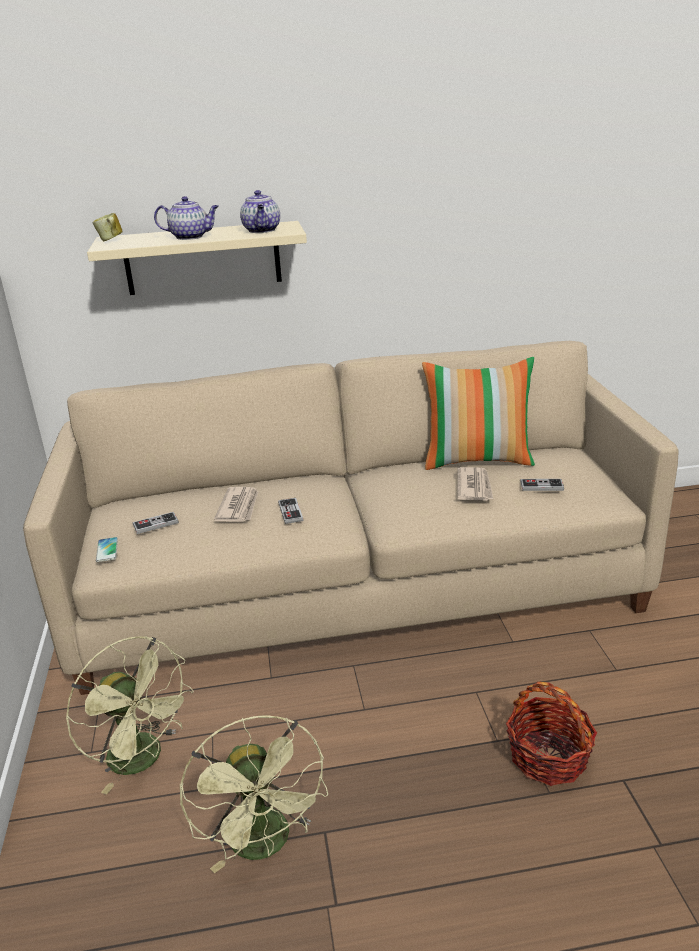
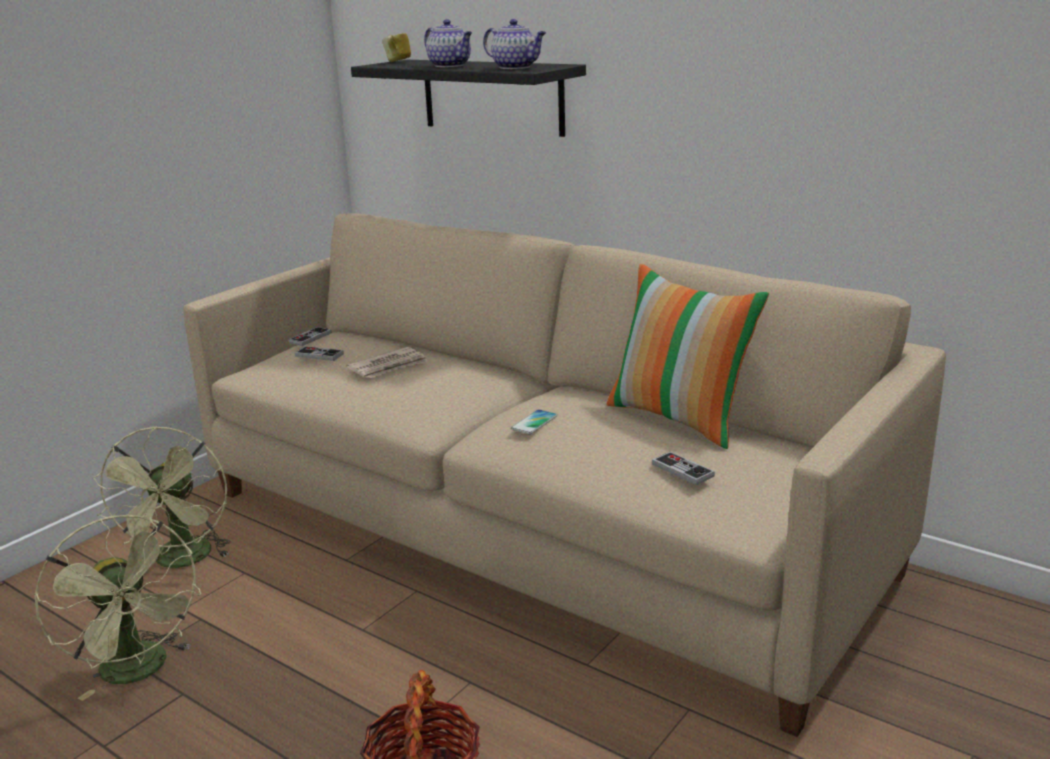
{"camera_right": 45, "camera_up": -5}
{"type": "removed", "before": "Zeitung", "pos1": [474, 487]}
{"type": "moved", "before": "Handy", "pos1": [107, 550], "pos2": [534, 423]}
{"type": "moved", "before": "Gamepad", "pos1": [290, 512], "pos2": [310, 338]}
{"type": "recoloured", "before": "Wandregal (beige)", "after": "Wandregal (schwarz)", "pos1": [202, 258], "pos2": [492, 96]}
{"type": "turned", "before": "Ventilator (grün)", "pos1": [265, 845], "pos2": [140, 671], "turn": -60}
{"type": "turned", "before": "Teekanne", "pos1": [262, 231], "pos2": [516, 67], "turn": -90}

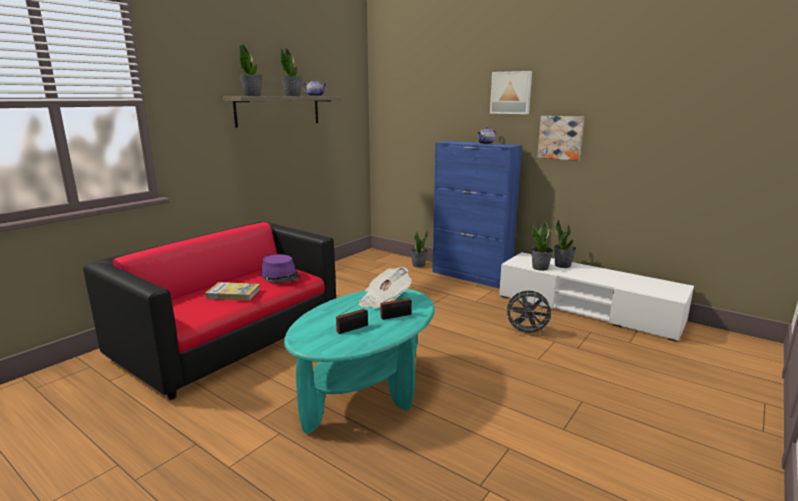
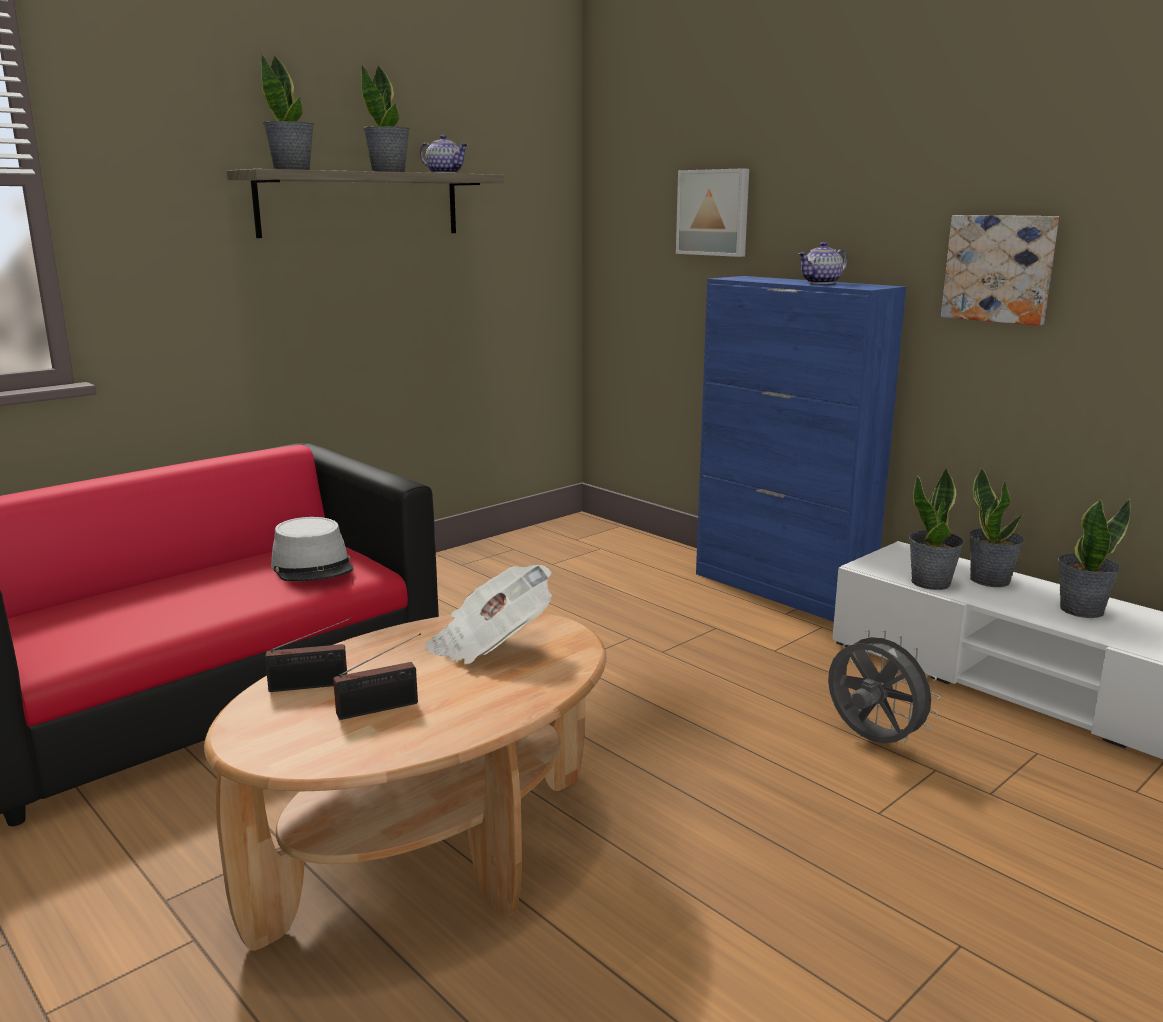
{"camera_right": 10, "camera_up": 0}
{"type": "removed", "before": "Buch", "pos1": [233, 294]}
{"type": "moved", "before": "Radio", "pos1": [398, 316], "pos2": [313, 685]}
{"type": "moved", "before": "Topfpflanze", "pos1": [418, 265], "pos2": [1080, 609]}
{"type": "moved", "before": "Bild", "pos1": [511, 92], "pos2": [714, 212]}
{"type": "recoloured", "before": "Hut (lila)", "after": "Hut (grau)", "pos1": [281, 276], "pos2": [313, 566]}
{"type": "recoloured", "before": "Couchtisch (türkis)", "after": "Couchtisch (braun)", "pos1": [366, 391], "pos2": [432, 854]}
{"type": "turned", "before": "Ventilator (grau)", "pos1": [527, 333], "pos2": [872, 741], "turn": -150}

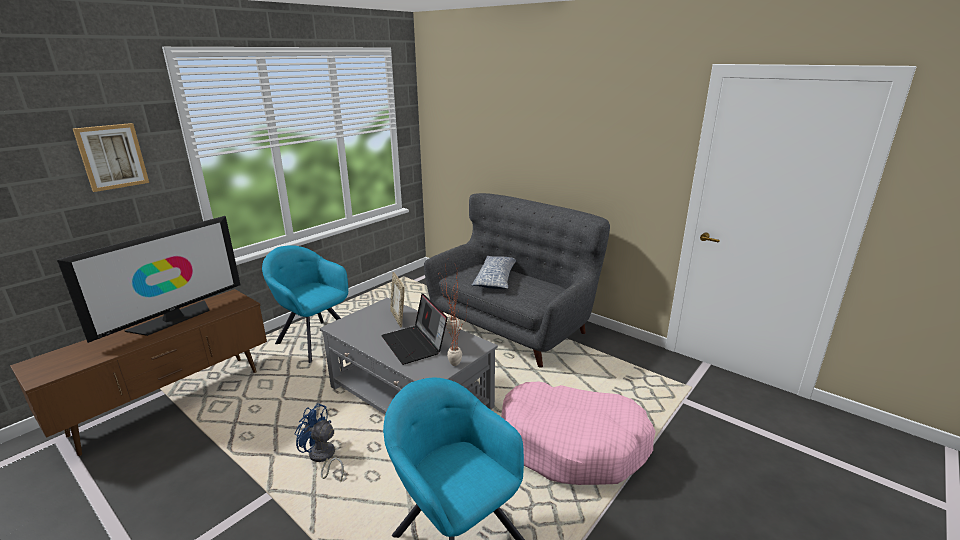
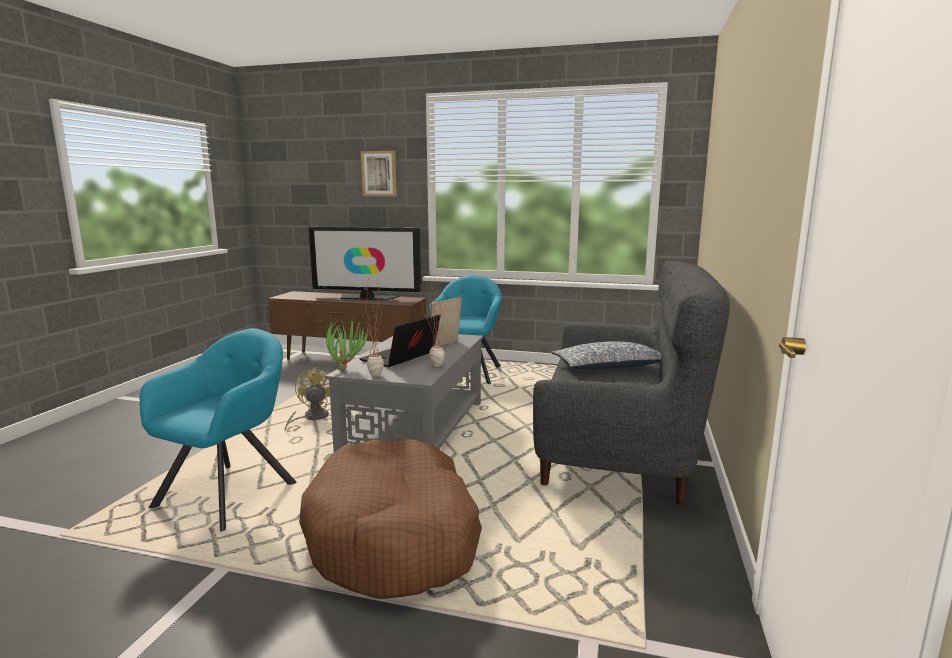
{"camera_right": 65, "camera_up": -10}
{"type": "added", "after": "Topfpflanze", "pos2": [346, 369]}
{"type": "recoloured", "before": "Ventilator (blau)", "after": "Ventilator (gelb)", "pos1": [322, 458], "pos2": [311, 418]}
{"type": "recoloured", "before": "Hundebett (rosa)", "after": "Hundebett (braun)", "pos1": [573, 444], "pos2": [394, 536]}

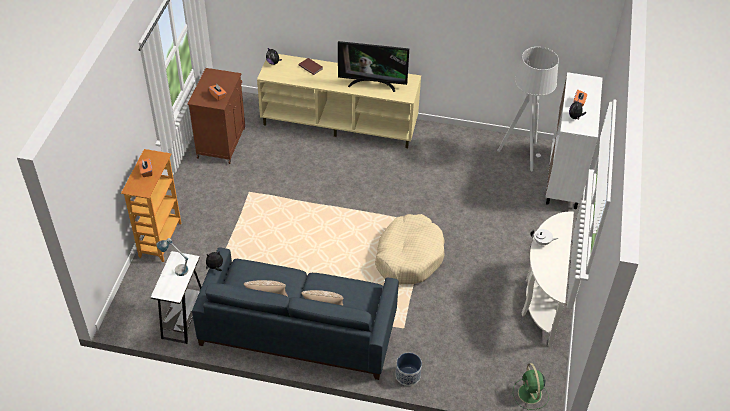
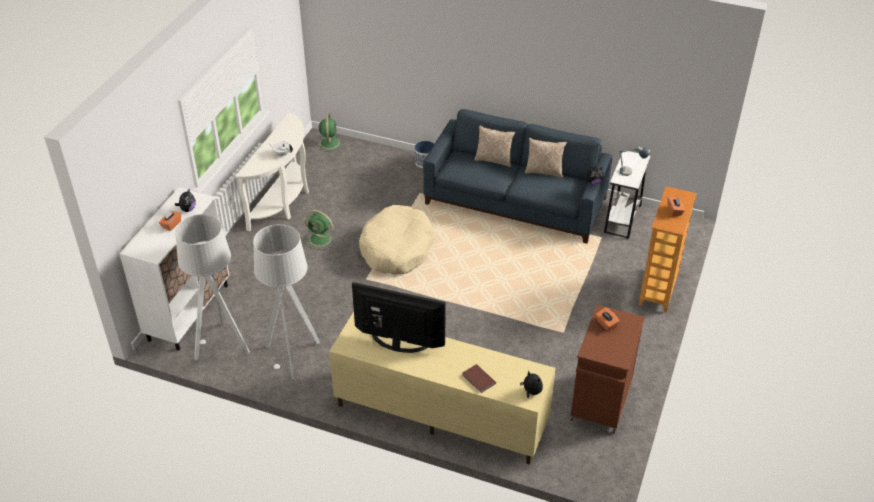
{"camera_right": -170, "camera_up": -5}
{"type": "added", "after": "Stehlampe (grau)", "pos2": [292, 355]}
{"type": "added", "after": "Ventilator (grün)", "pos2": [321, 239]}

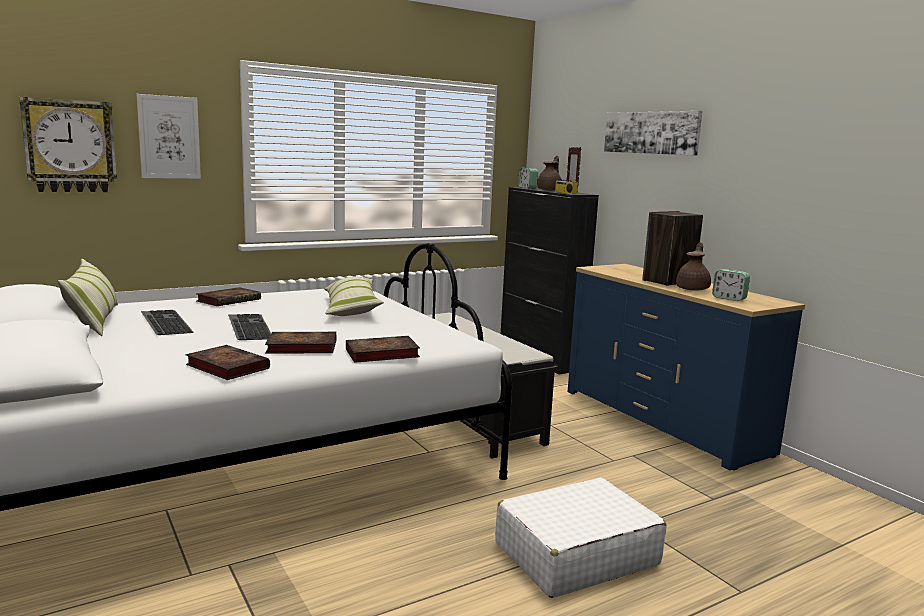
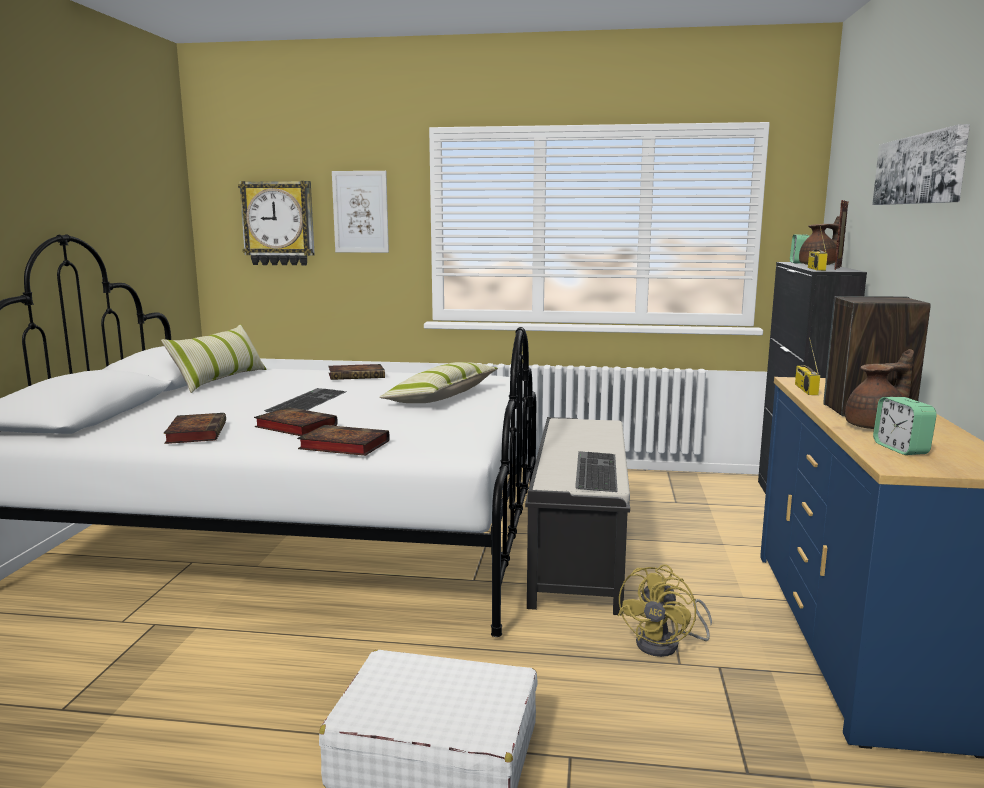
{"camera_right": 40, "camera_up": 0}
{"type": "added", "after": "Ventilator (gelb)", "pos2": [666, 644]}
{"type": "added", "after": "Radio", "pos2": [805, 389]}
{"type": "moved", "before": "Tastatur", "pos1": [164, 322], "pos2": [594, 470]}

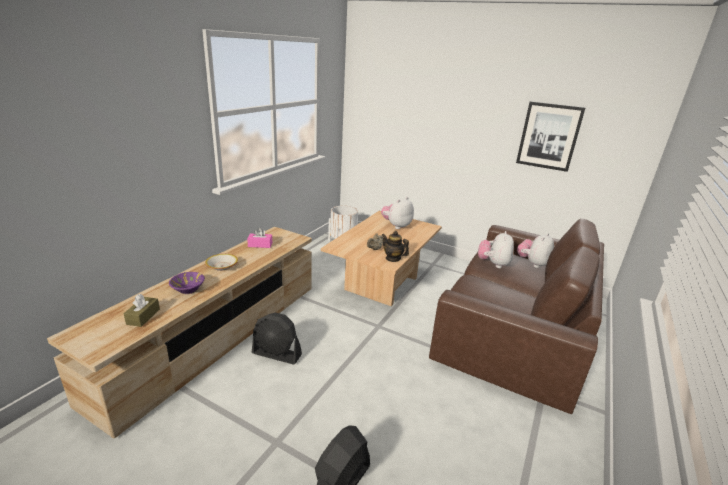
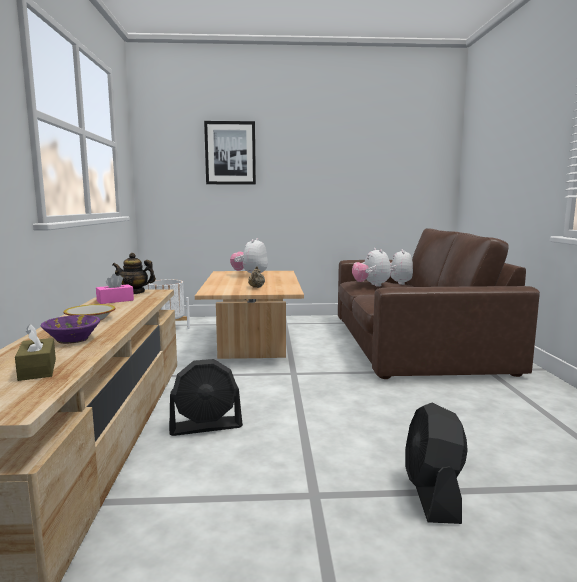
{"camera_right": -30, "camera_up": -15}
{"type": "moved", "before": "Teekanne", "pos1": [393, 258], "pos2": [134, 292]}
{"type": "moved", "before": "Bild", "pos1": [549, 136], "pos2": [230, 153]}

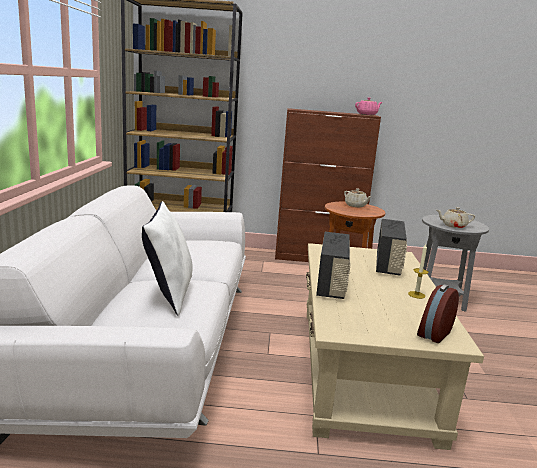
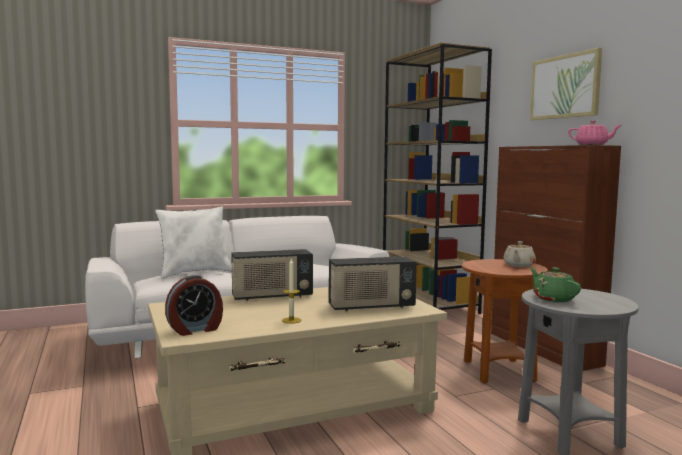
{"camera_right": 65, "camera_up": -10}
{"type": "added", "after": "Bild", "pos2": [565, 87]}
{"type": "recoloured", "before": "Teekanne (beige)", "after": "Teekanne (grün)", "pos1": [453, 226], "pos2": [553, 299]}
{"type": "turned", "before": "Wecker", "pos1": [433, 333], "pos2": [195, 329], "turn": 135}

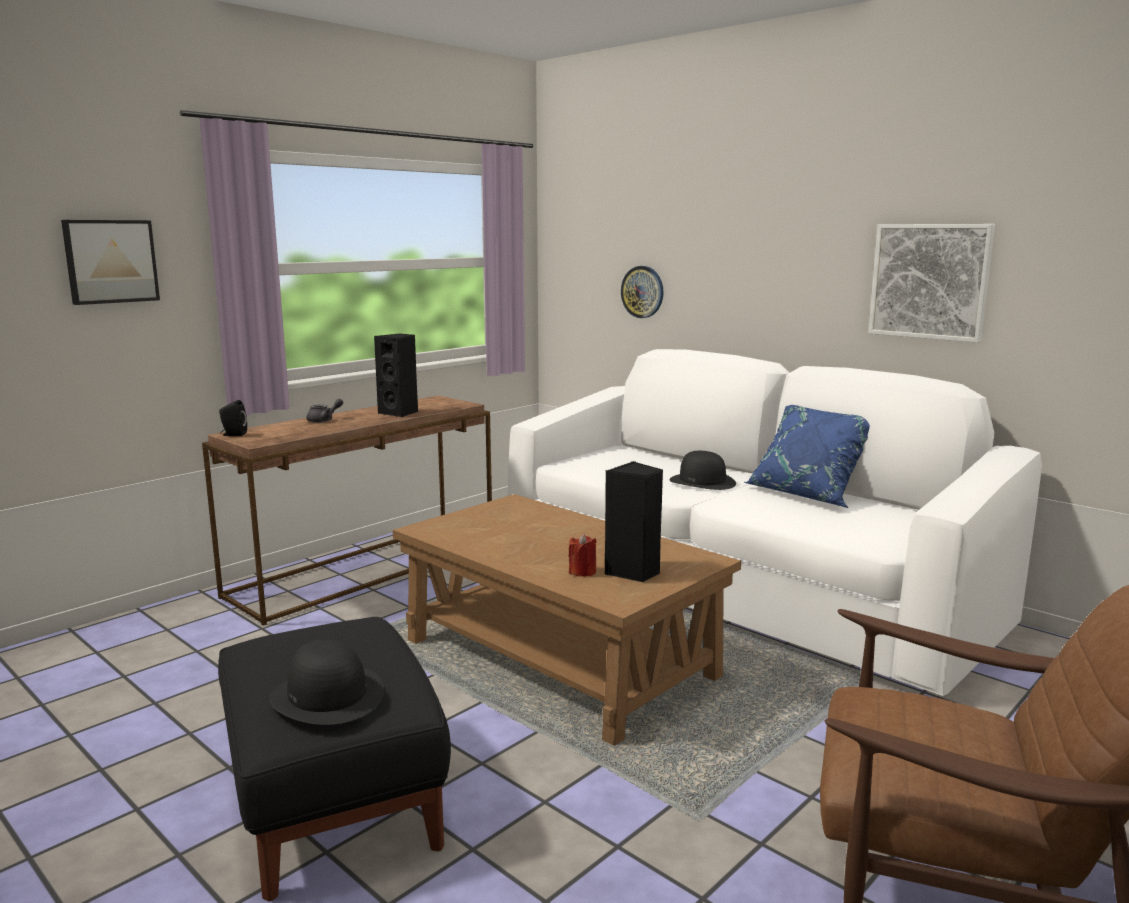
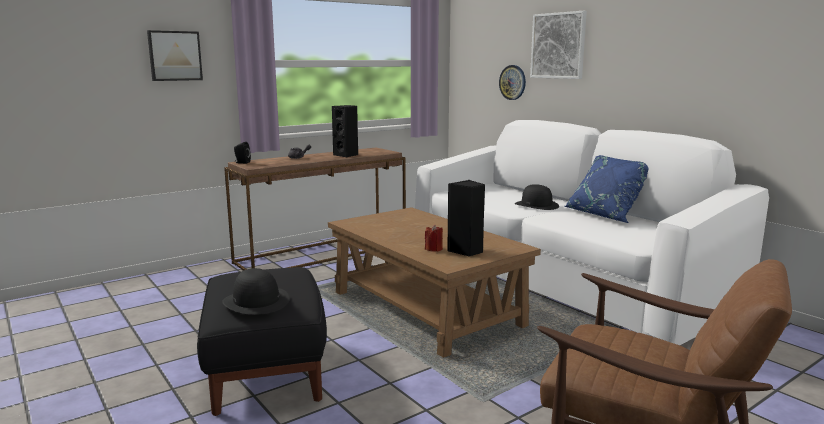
{"camera_right": 10, "camera_up": 0}
{"type": "moved", "before": "Bild", "pos1": [929, 281], "pos2": [558, 45]}

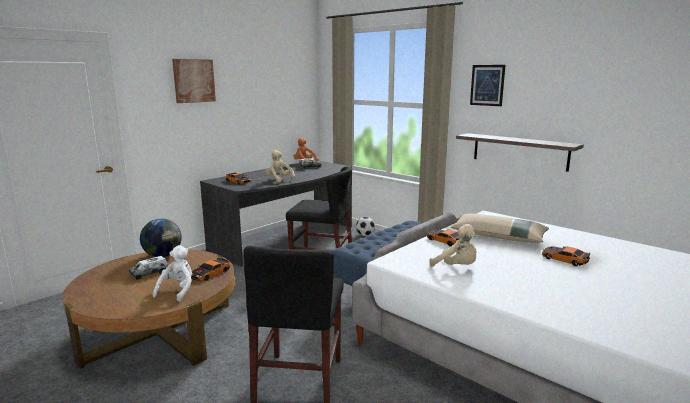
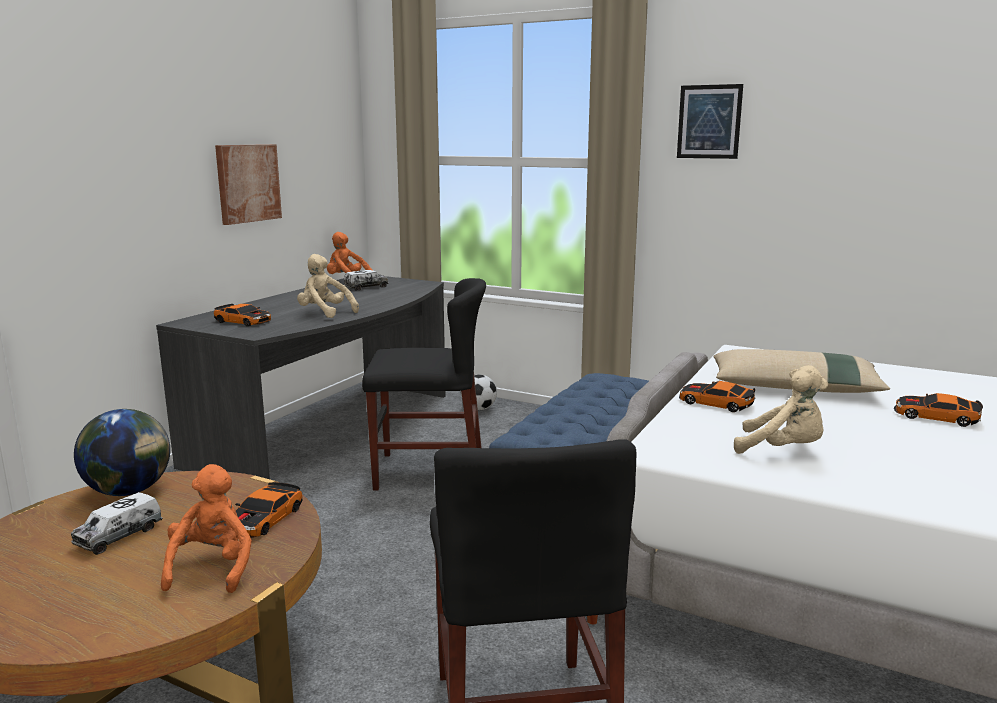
{"camera_right": -15, "camera_up": 0}
{"type": "removed", "before": "Wandregal", "pos1": [519, 151]}
{"type": "moved", "before": "Bild", "pos1": [194, 81], "pos2": [247, 183]}
{"type": "recoloured", "before": "Plüschtier (weiß)", "after": "Plüschtier (orange)", "pos1": [178, 291], "pos2": [212, 567]}

